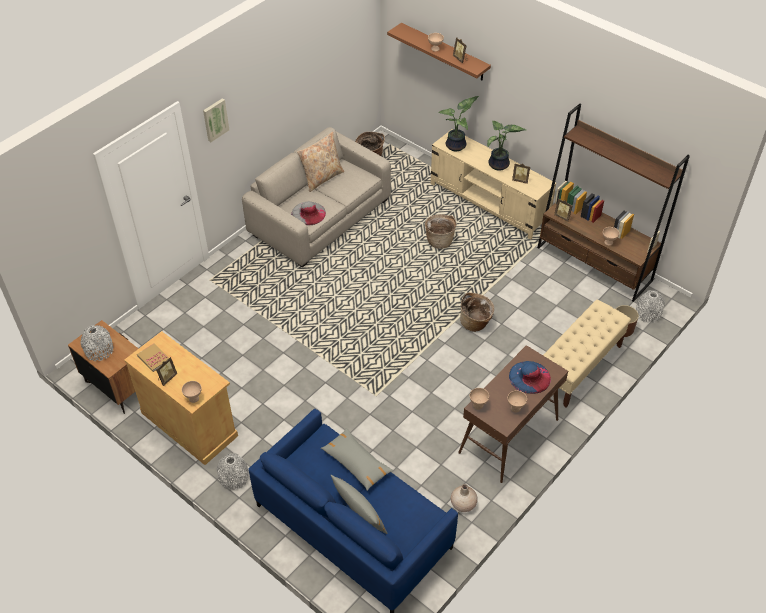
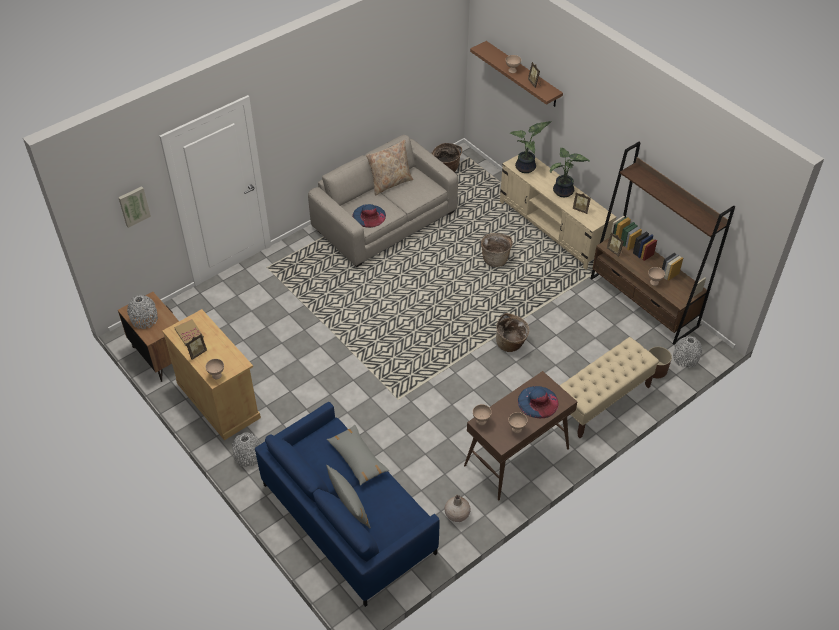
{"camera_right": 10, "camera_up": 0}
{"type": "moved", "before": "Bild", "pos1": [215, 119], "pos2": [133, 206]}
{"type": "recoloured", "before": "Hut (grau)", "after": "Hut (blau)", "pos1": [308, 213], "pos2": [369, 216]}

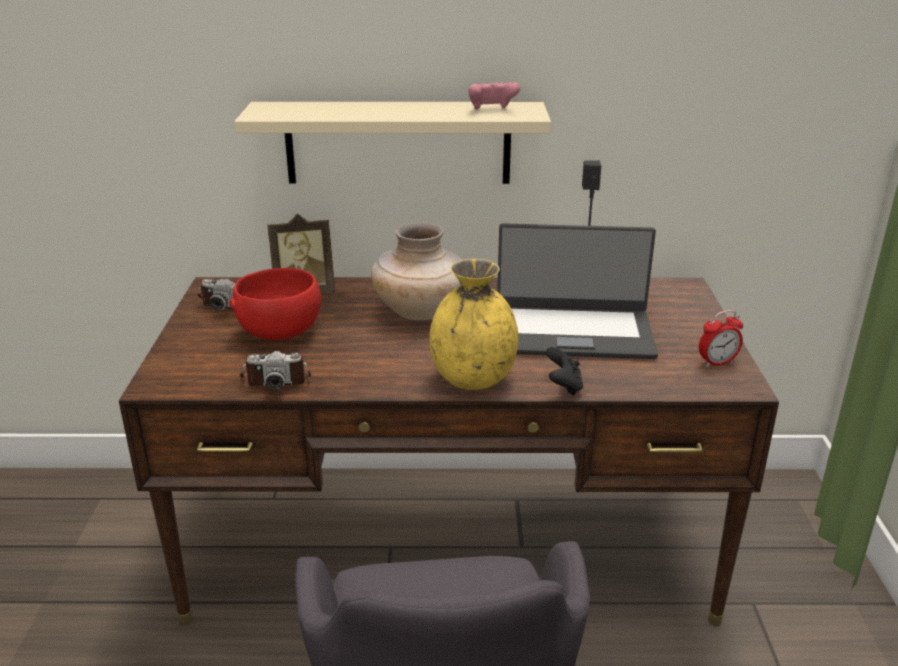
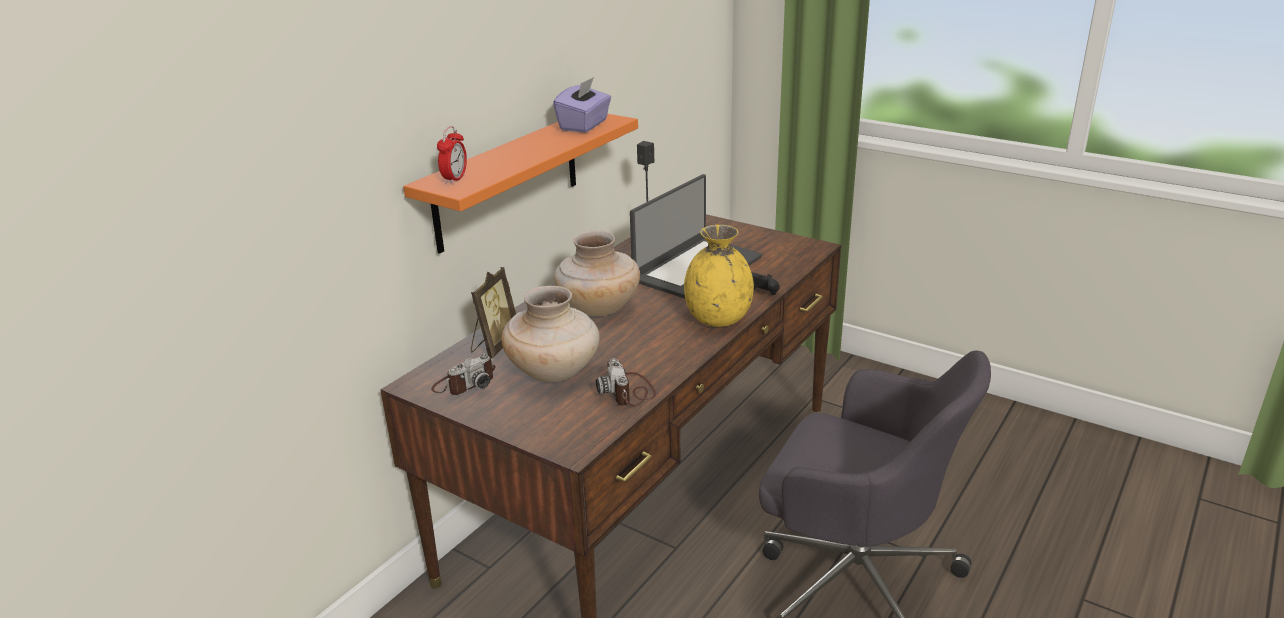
{"camera_right": -55, "camera_up": 0}
{"type": "moved", "before": "Wecker", "pos1": [717, 363], "pos2": [455, 179]}
{"type": "replaced", "before": "Schüssel (rot)", "after": "Vase (beige)", "pos1": [281, 332], "pos2": [554, 372]}
{"type": "replaced", "before": "Gamepad (rosa)", "after": "Taschentuchbox (lila)", "pos1": [491, 110], "pos2": [584, 125]}
{"type": "recoloured", "before": "Wandregal (beige)", "after": "Wandregal (orange)", "pos1": [398, 143], "pos2": [507, 180]}
{"type": "turned", "before": "Kamera", "pos1": [276, 378], "pos2": [629, 392], "turn": 135}

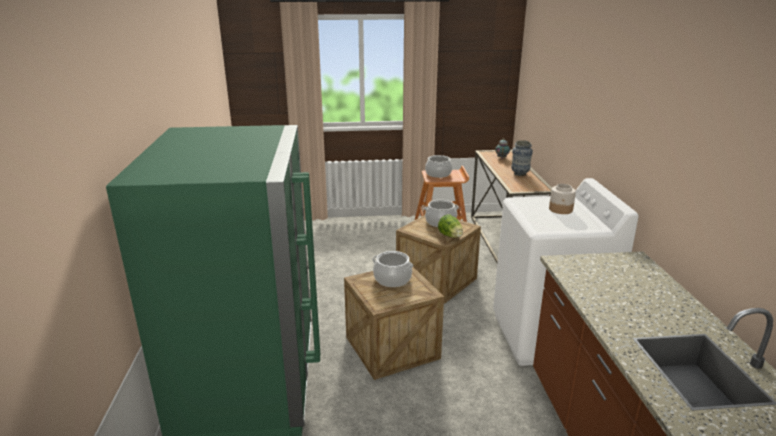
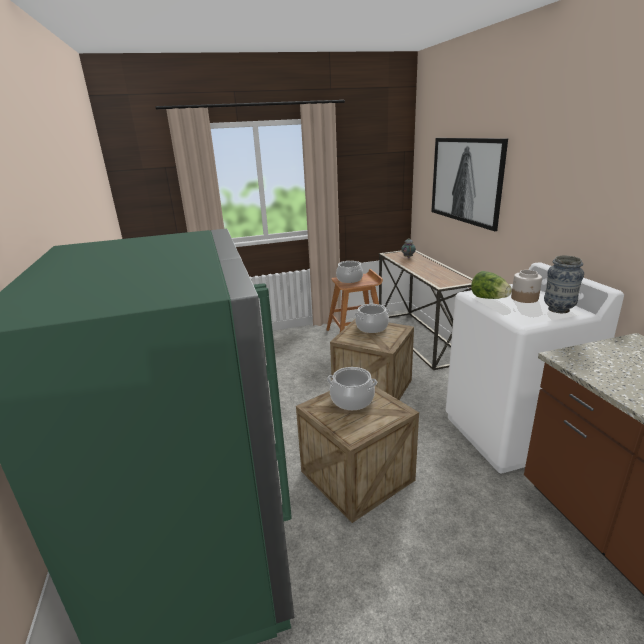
{"camera_right": -10, "camera_up": 0}
{"type": "added", "after": "Bild", "pos2": [465, 180]}
{"type": "moved", "before": "Salatkopf", "pos1": [450, 236], "pos2": [489, 298]}
{"type": "moved", "before": "Vase", "pos1": [520, 174], "pos2": [558, 310]}

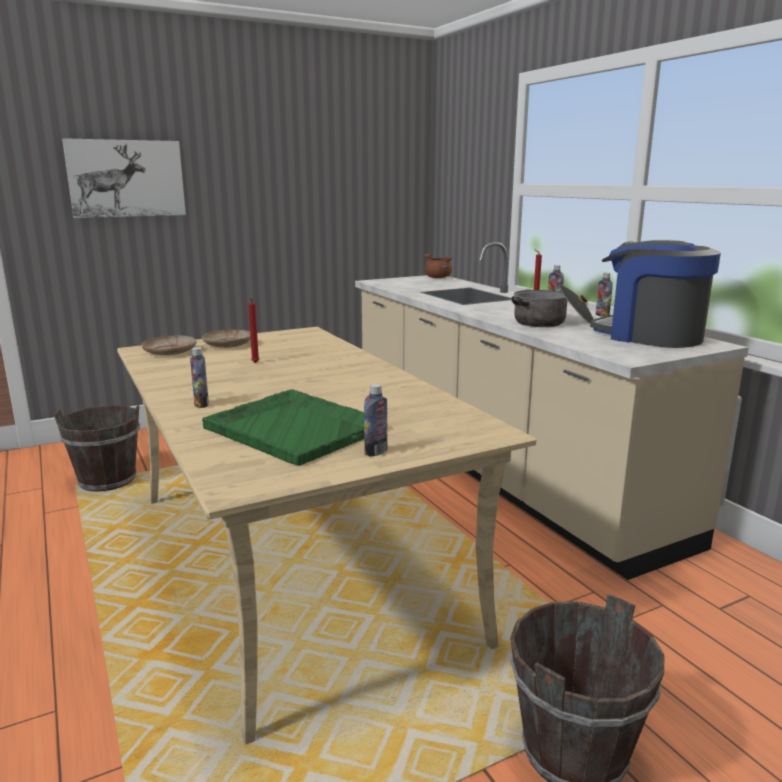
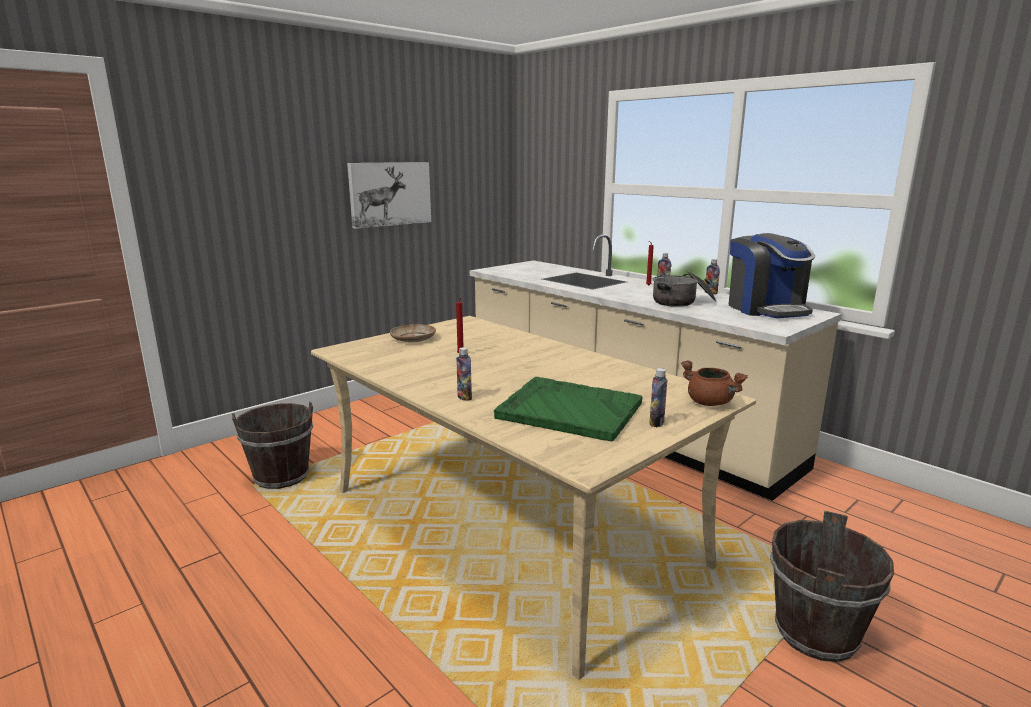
{"camera_right": -15, "camera_up": 0}
{"type": "removed", "before": "Teller (beige)", "pos1": [170, 352]}
{"type": "moved", "before": "Bild", "pos1": [126, 178], "pos2": [390, 194]}
{"type": "moved", "before": "Kochtopf (braun)", "pos1": [438, 278], "pos2": [710, 403]}
{"type": "turned", "before": "Kaffeemaschine", "pos1": [649, 336], "pos2": [766, 309], "turn": -135}

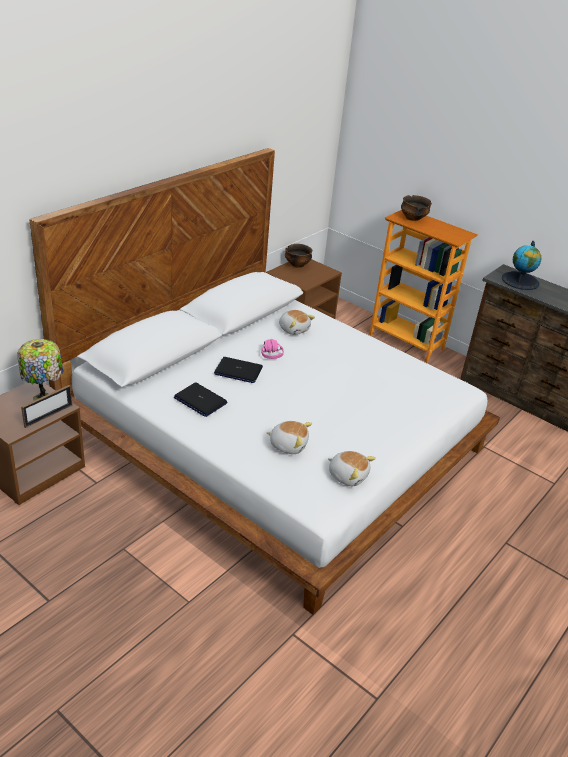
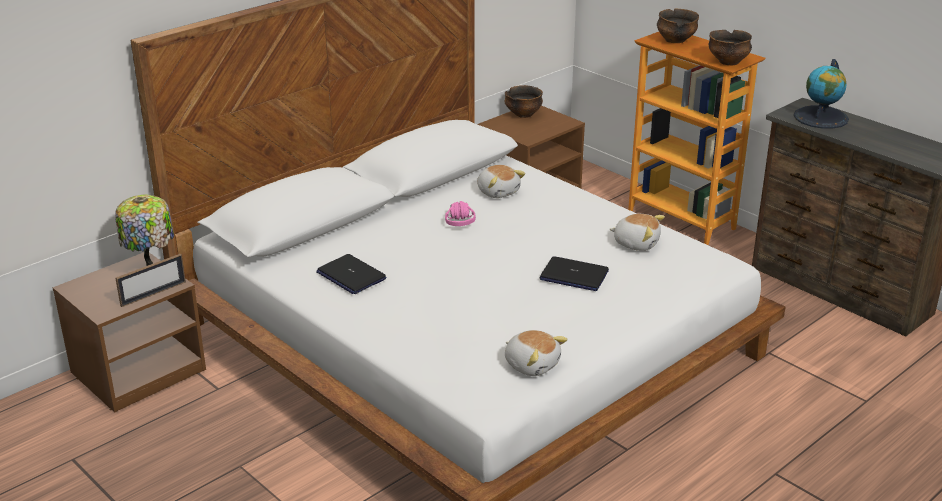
{"camera_right": 10, "camera_up": -5}
{"type": "added", "after": "Schüssel", "pos2": [728, 62]}
{"type": "moved", "before": "Laptop", "pos1": [238, 371], "pos2": [573, 275]}
{"type": "moved", "before": "Plüschtier", "pos1": [288, 445], "pos2": [636, 243]}

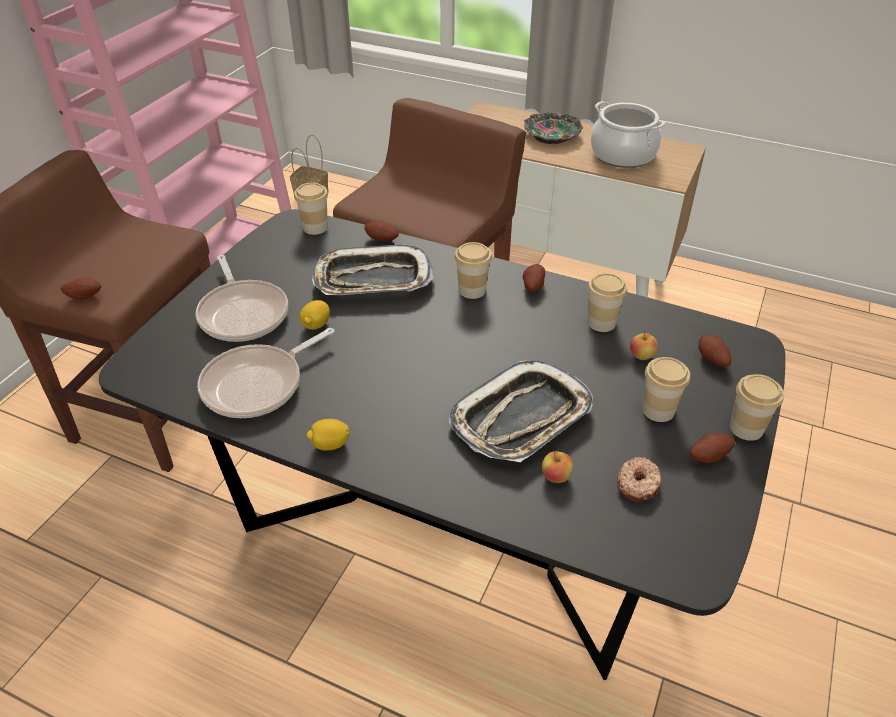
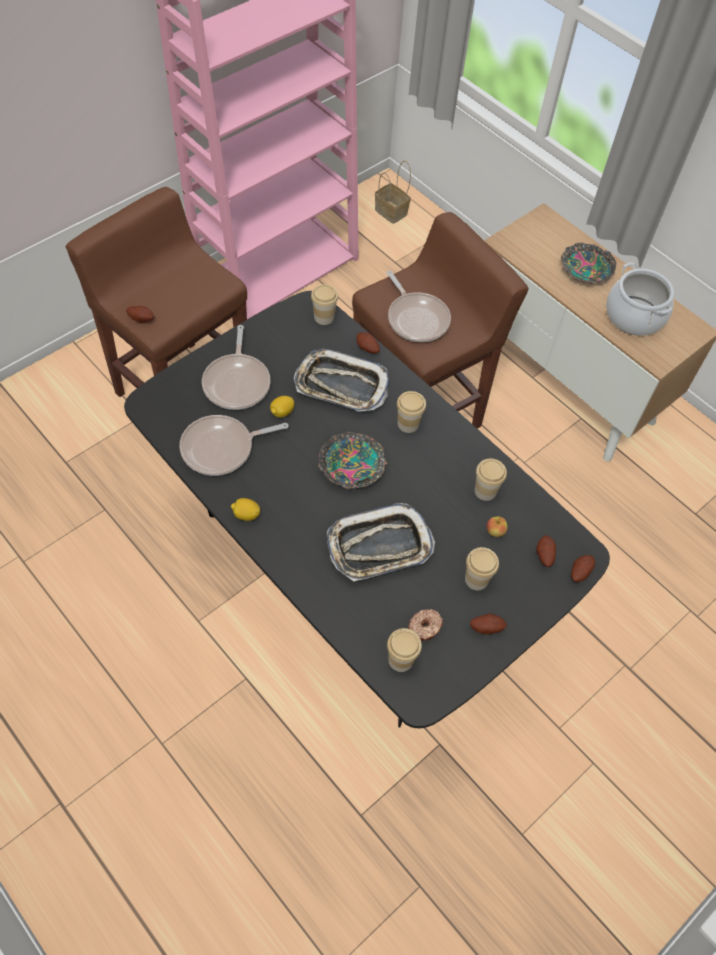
{"camera_right": 20, "camera_up": 15}
{"type": "removed", "before": "Apfel", "pos1": [555, 477]}
{"type": "added", "after": "Schüssel", "pos2": [353, 466]}
{"type": "added", "after": "Pfanne", "pos2": [416, 318]}
{"type": "moved", "before": "Kartoffel", "pos1": [532, 286], "pos2": [579, 572]}
{"type": "moved", "before": "Tasse", "pos1": [746, 428], "pos2": [400, 660]}

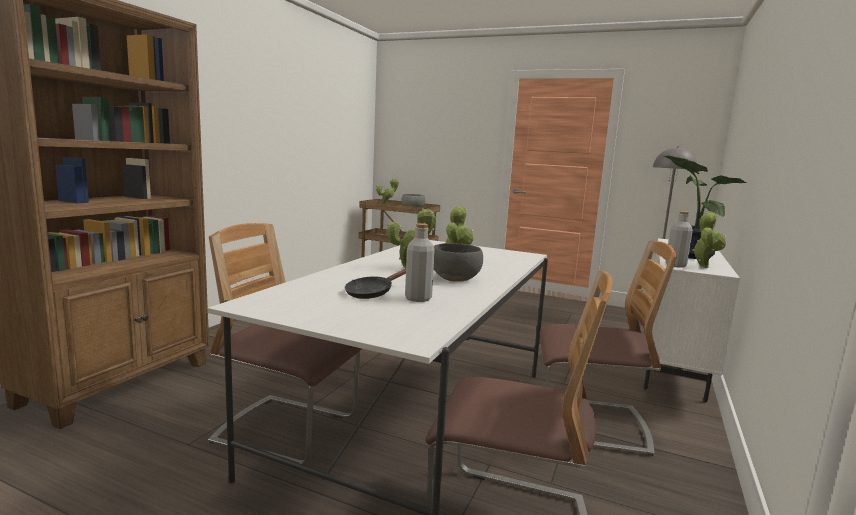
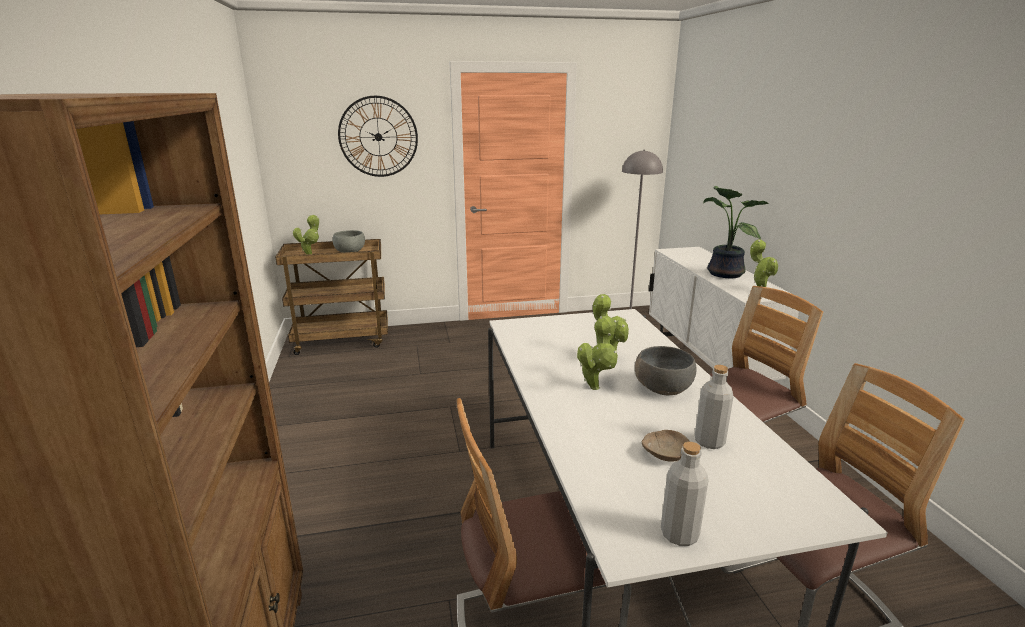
{"camera_right": -35, "camera_up": 10}
{"type": "added", "after": "Wanduhr", "pos2": [378, 137]}
{"type": "moved", "before": "Flasche (grau)", "pos1": [675, 265], "pos2": [679, 534]}
{"type": "replaced", "before": "Pfanne (schwarz)", "after": "Schüssel (beige)", "pos1": [372, 293], "pos2": [665, 454]}

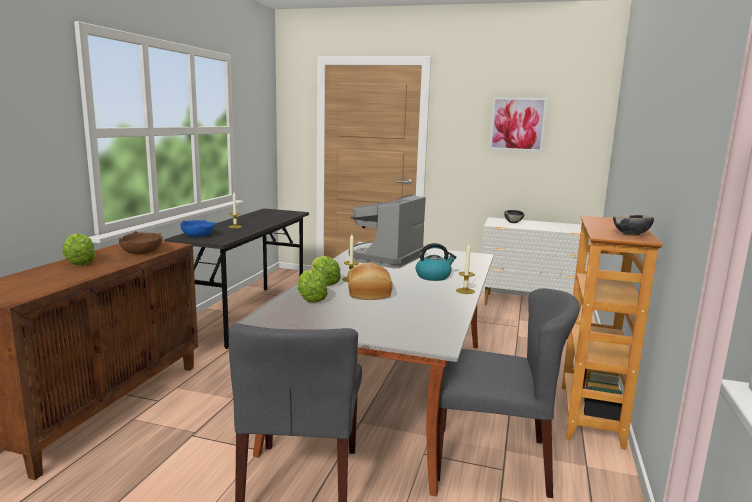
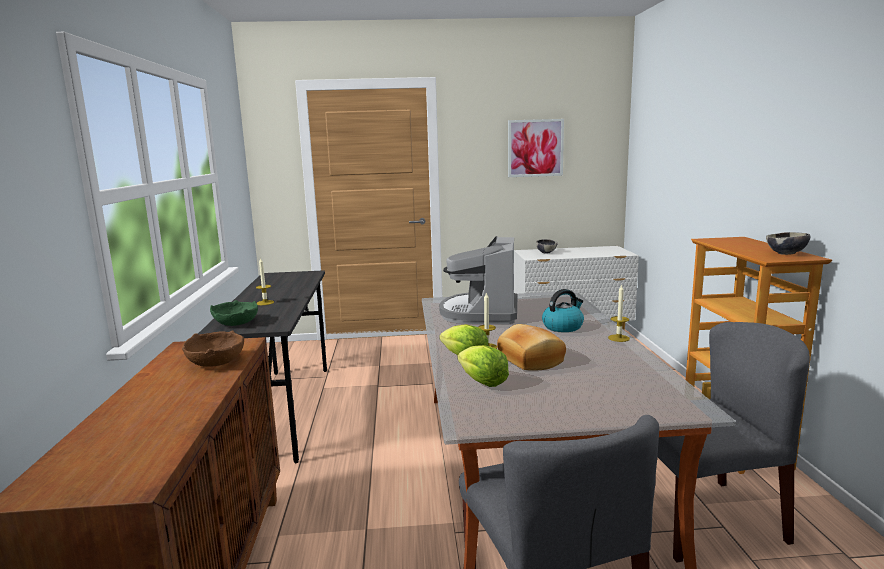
{"camera_right": -20, "camera_up": 0}
{"type": "removed", "before": "Salatkopf", "pos1": [80, 262]}
{"type": "recoloured", "before": "Schüssel (blau)", "after": "Schüssel (grün)", "pos1": [198, 236], "pos2": [236, 323]}

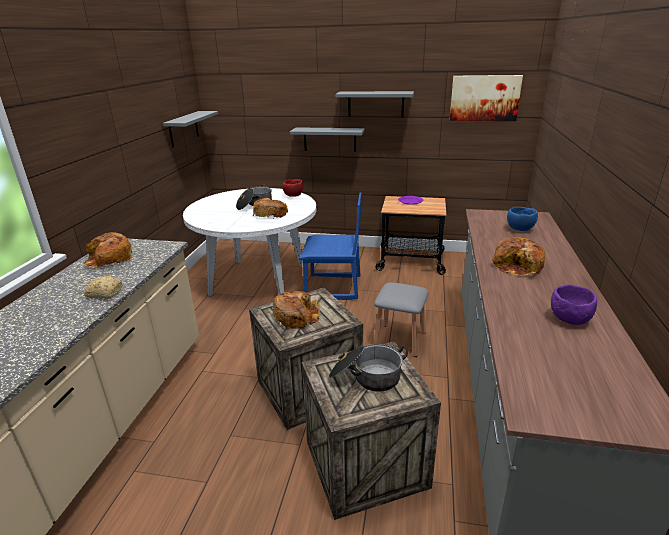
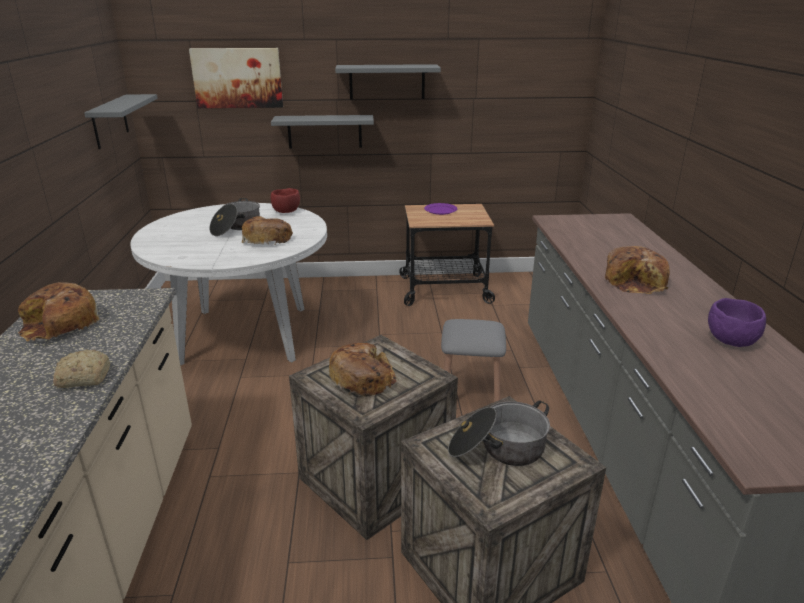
{"camera_right": -15, "camera_up": 0}
{"type": "removed", "before": "Stuhl (blau)", "pos1": [333, 287]}
{"type": "removed", "before": "Schüssel (blau)", "pos1": [520, 229]}
{"type": "moved", "before": "Bild", "pos1": [484, 98], "pos2": [237, 78]}

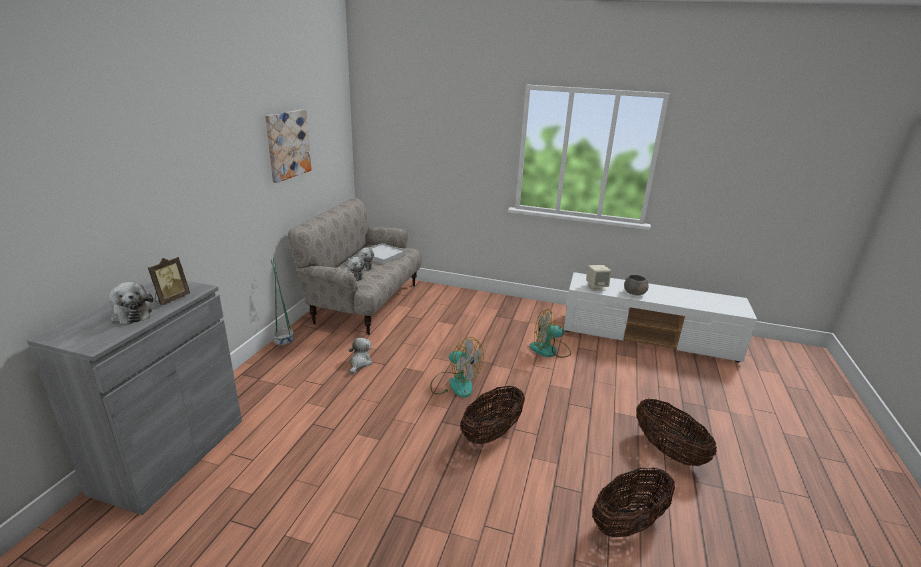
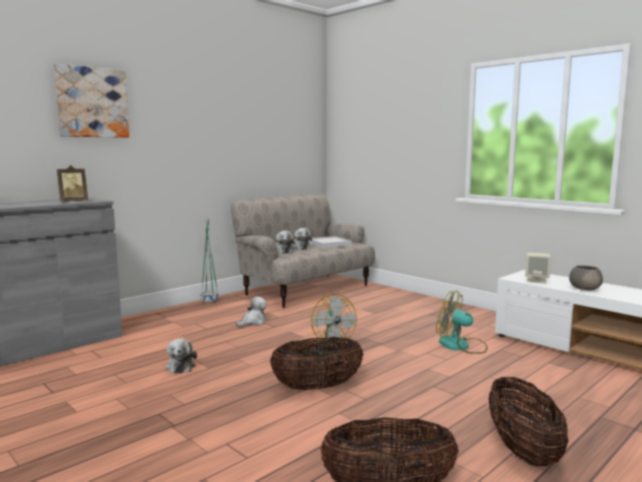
{"camera_right": 30, "camera_up": -15}
{"type": "moved", "before": "Plüschtier", "pos1": [132, 314], "pos2": [180, 366]}
{"type": "moved", "before": "Bild", "pos1": [287, 144], "pos2": [92, 102]}

